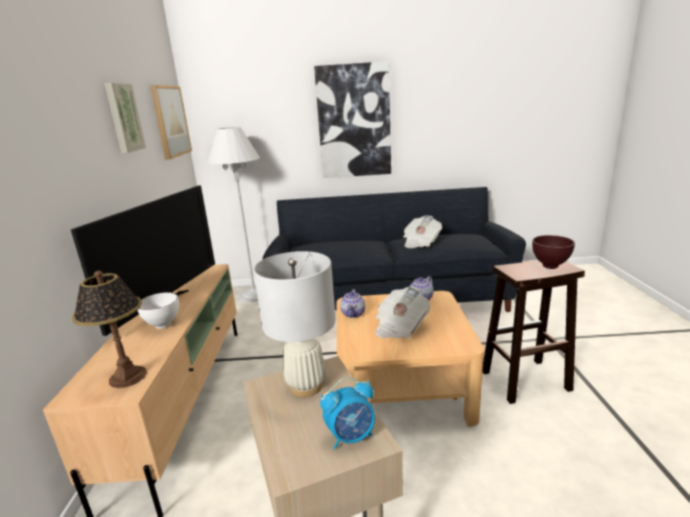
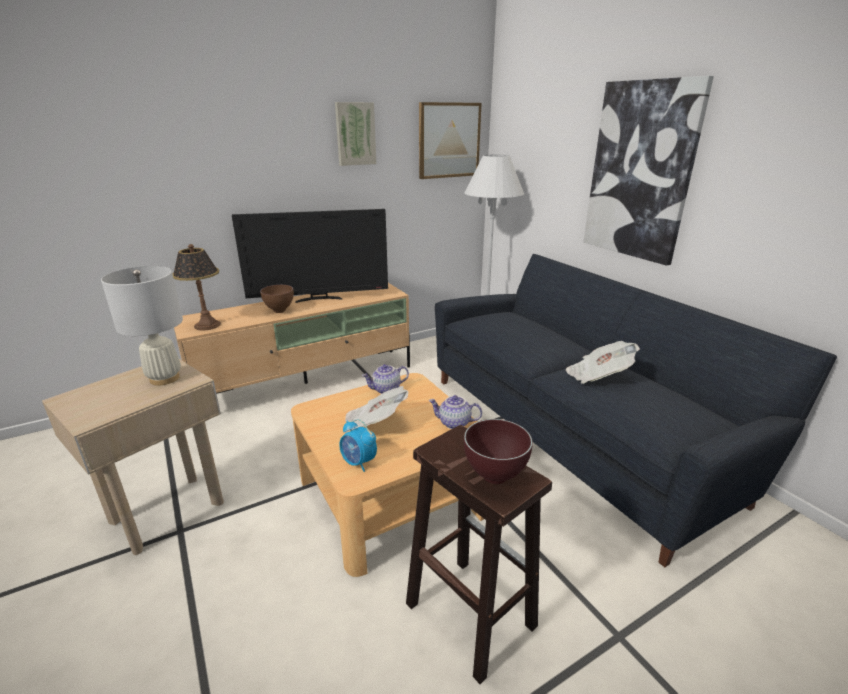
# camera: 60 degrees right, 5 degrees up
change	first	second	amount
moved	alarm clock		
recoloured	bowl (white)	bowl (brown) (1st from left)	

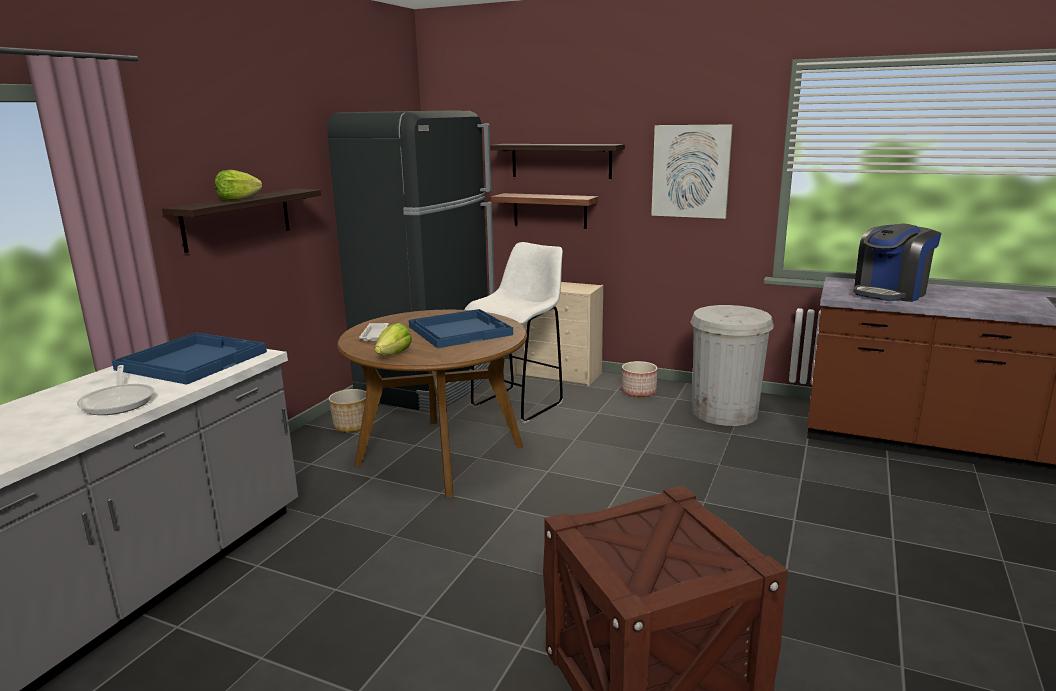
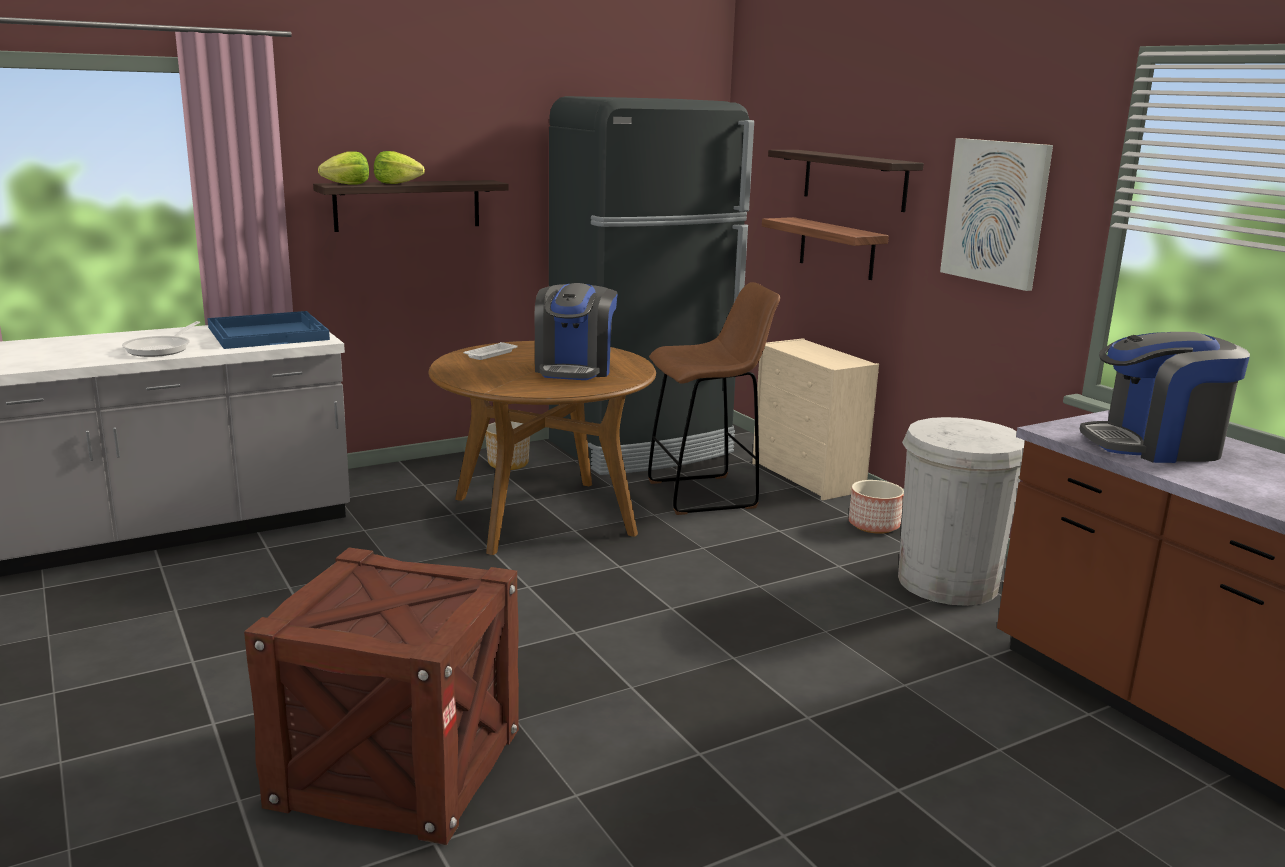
# camera: 35 degrees right, 0 degrees up
change	first	second	amount
moved	lettuce (2nd from left in the first image)	lettuce (1st from left)	
replaced	tray (blue) (2nd from left)	coffee machine (1st from left)	
recoloured	stool (white)	stool (brown)	

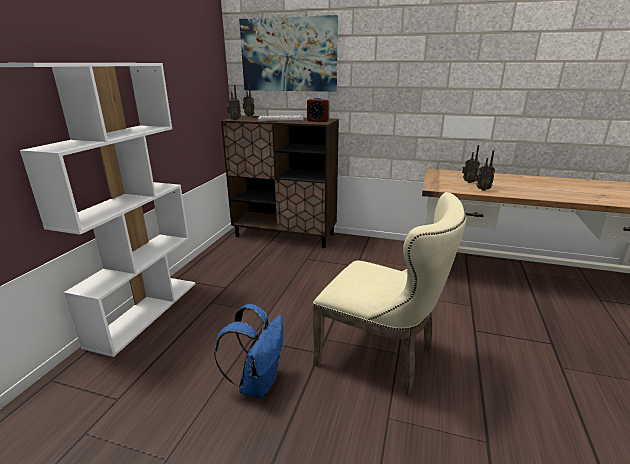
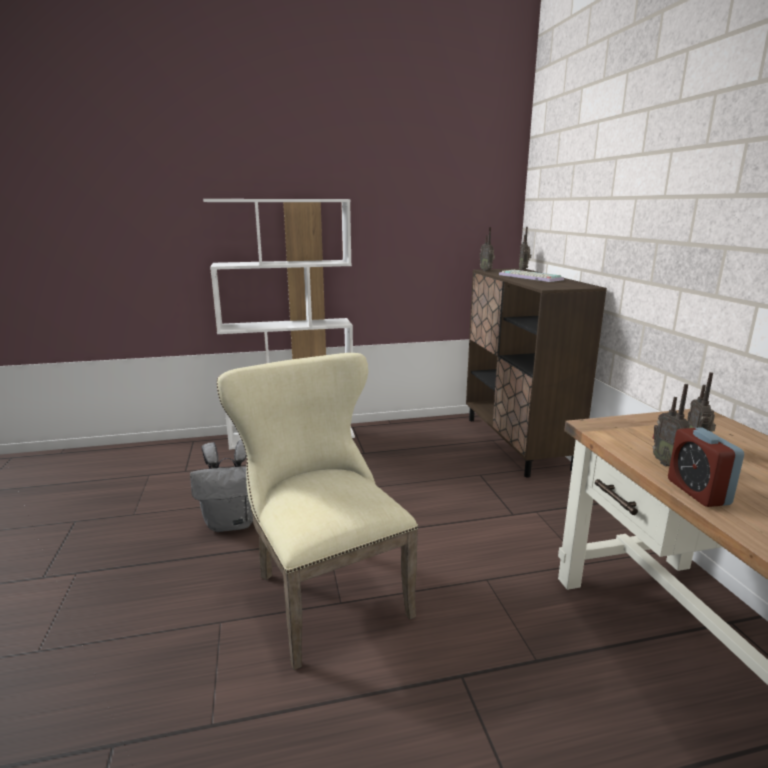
# camera: 60 degrees right, 5 degrees down
change	first	second	amount
removed	picture		
moved	alarm clock		
recoloured	backpack (blue)	backpack (grey)	
turned	chair (beige)		150 degrees clockwise

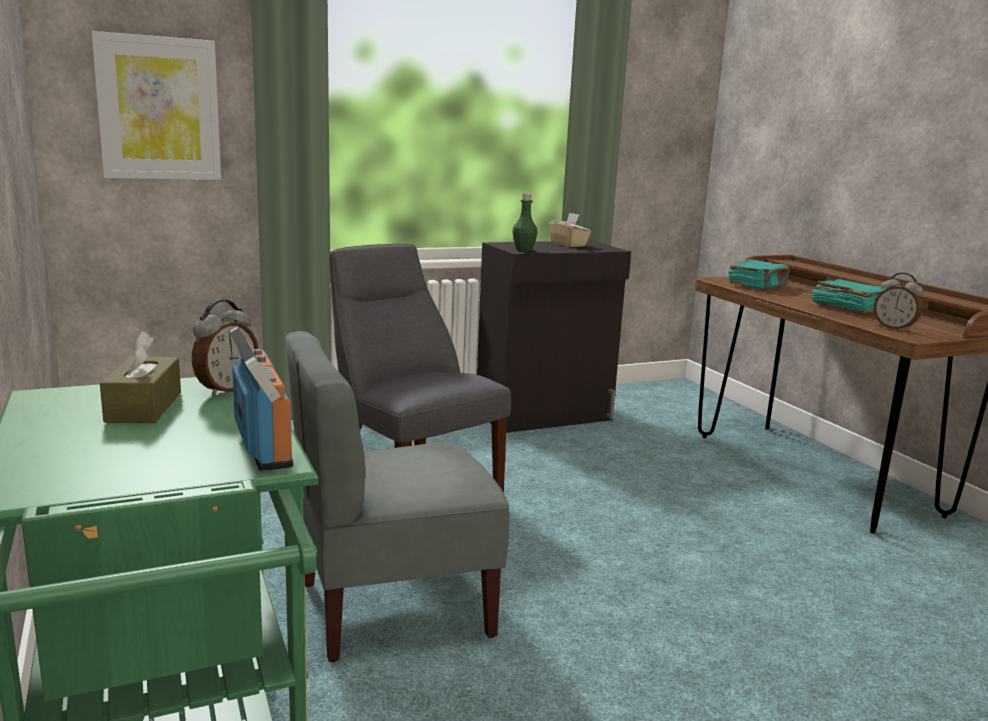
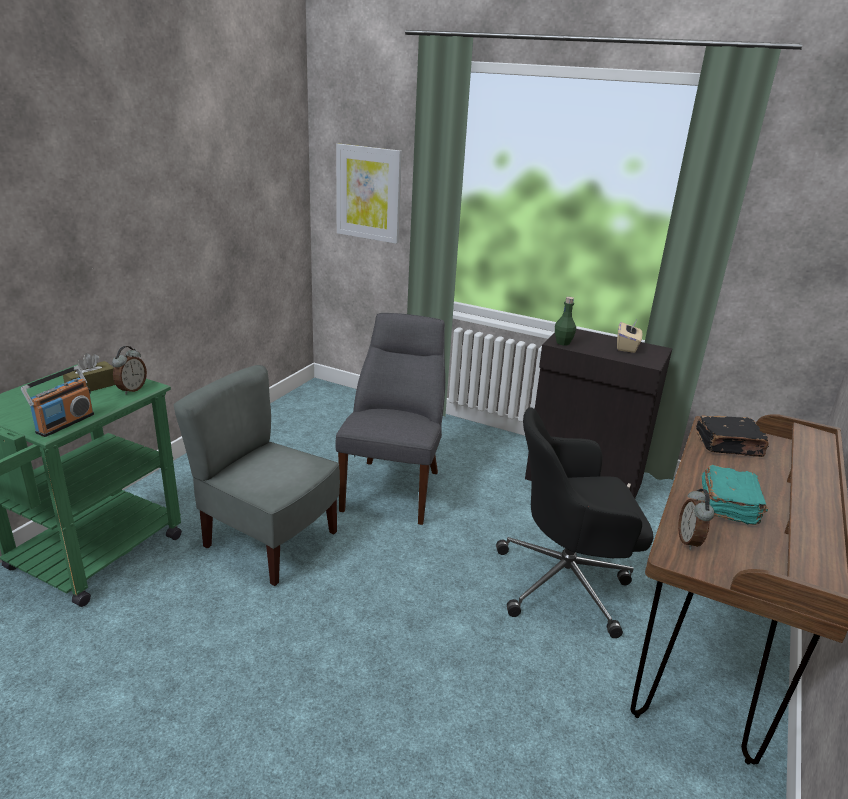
# camera: 50 degrees right, 10 degrees up
change	first	second	amount
added		office chair (black)	
recoloured	book (turquoise) (1st from left)	book (black)	
turned	alarm clock (1st from left)		60 degrees counterclockwise

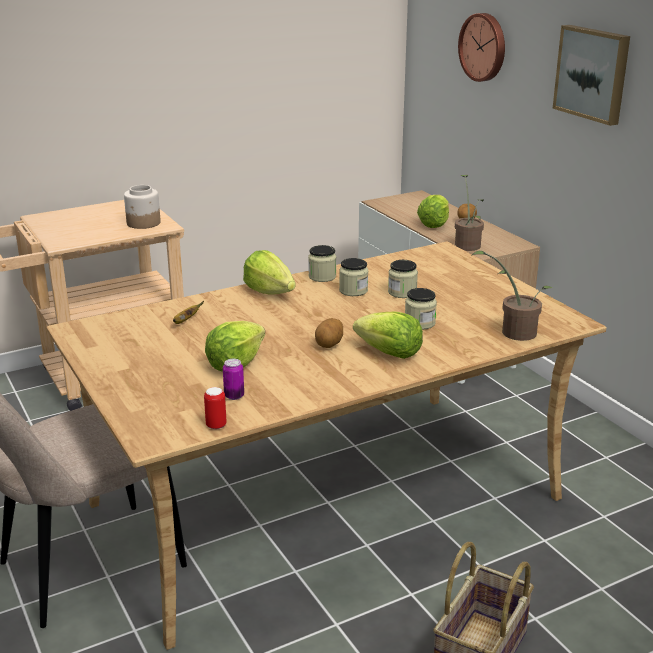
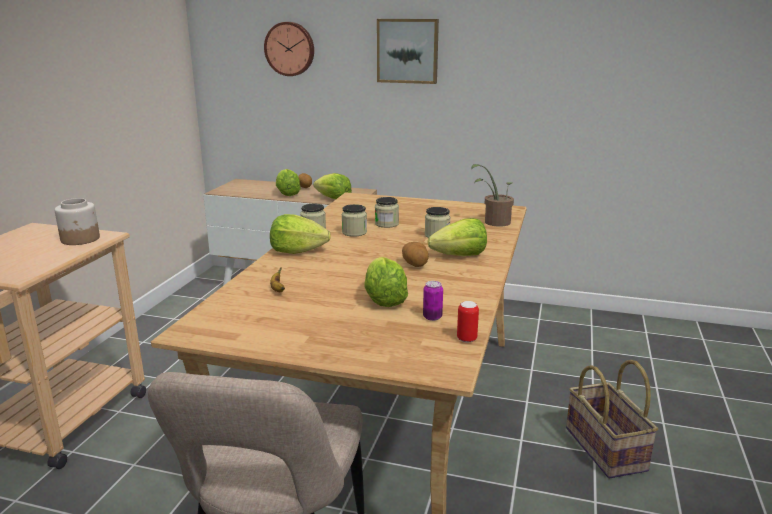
# camera: 45 degrees left, 5 degrees down
change	first	second	amount
replaced	potted plant (1st from left)	lettuce (3rd from left)	

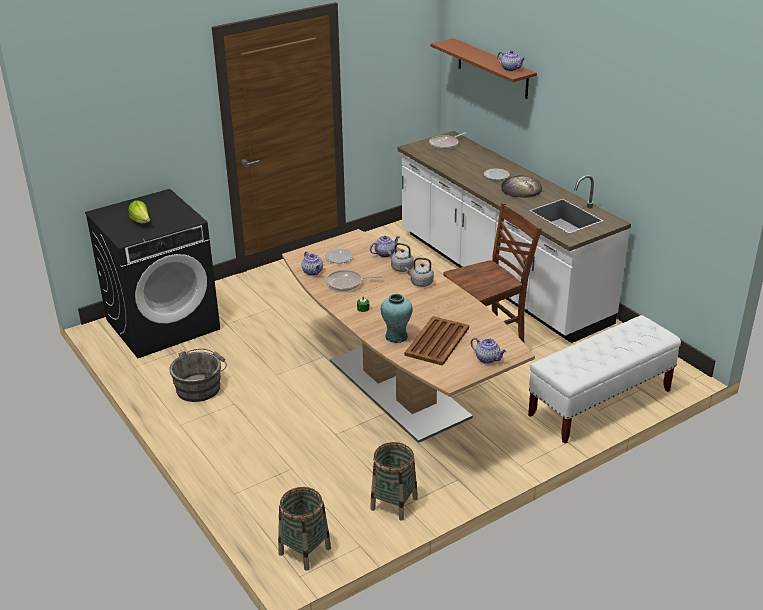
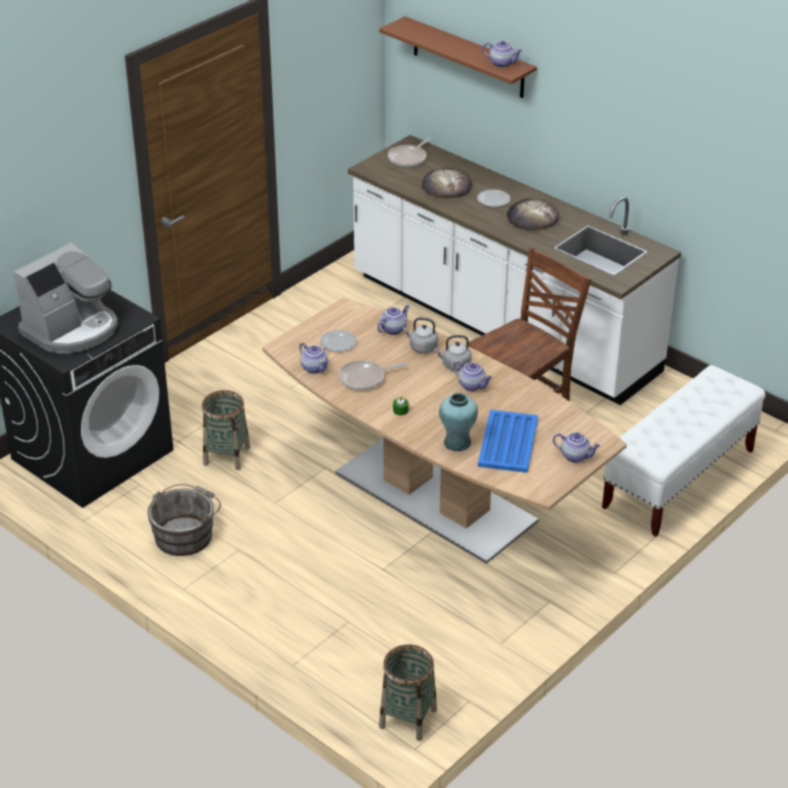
# camera: 15 degrees left, 5 degrees up
change	first	second	amount
added		bread (1st from left)	
added		teapot (3rd from left)	
moved	basket (2nd from left in the first image)	basket (1st from left)	
replaced	lettuce	coffee machine	
recoloured	tray (brown)	tray (blue)	

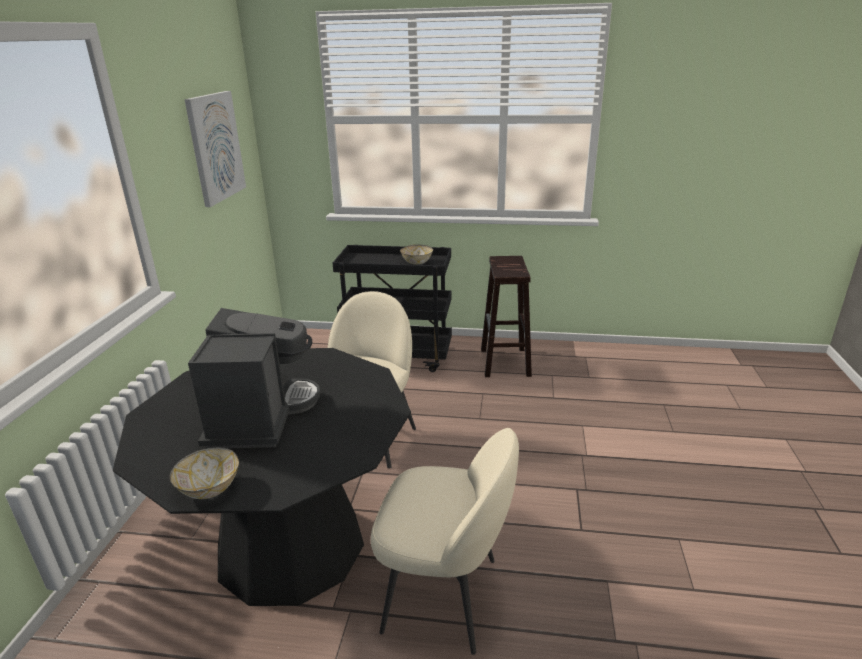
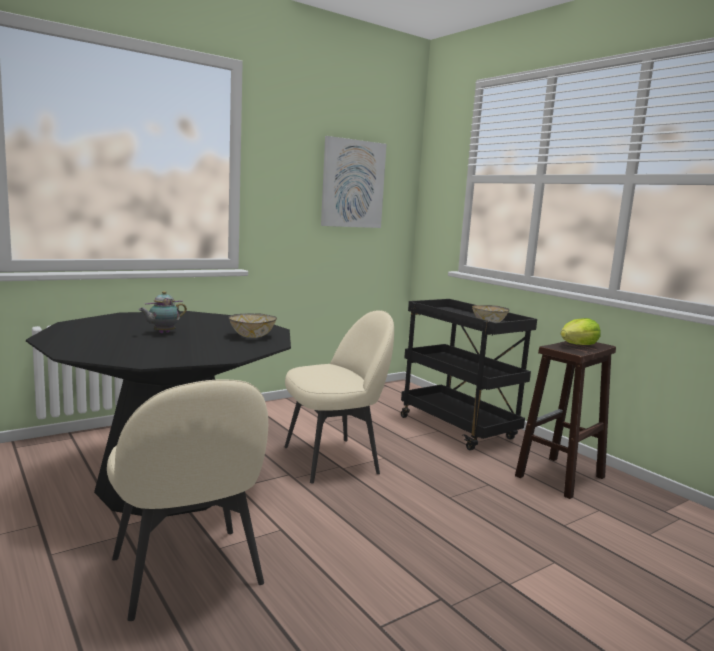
# camera: 45 degrees right, 15 degrees down
change	first	second	amount
added		lettuce	
moved	bowl (1st from left)		
replaced	coffee machine	teapot	

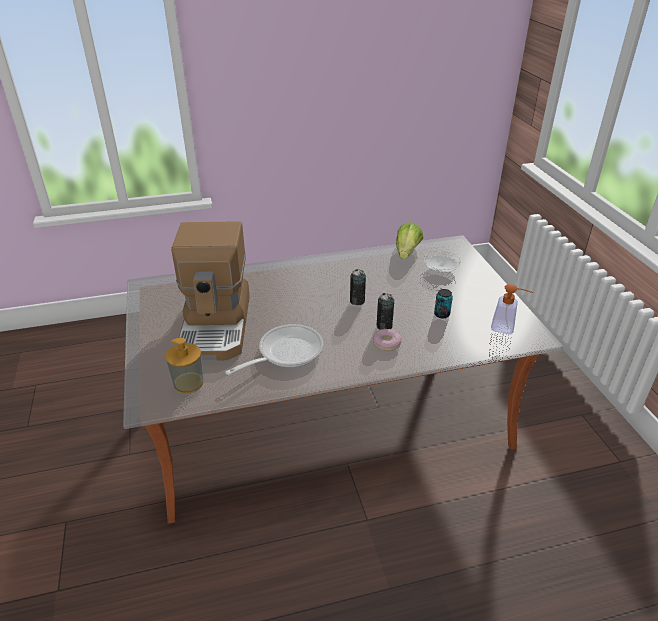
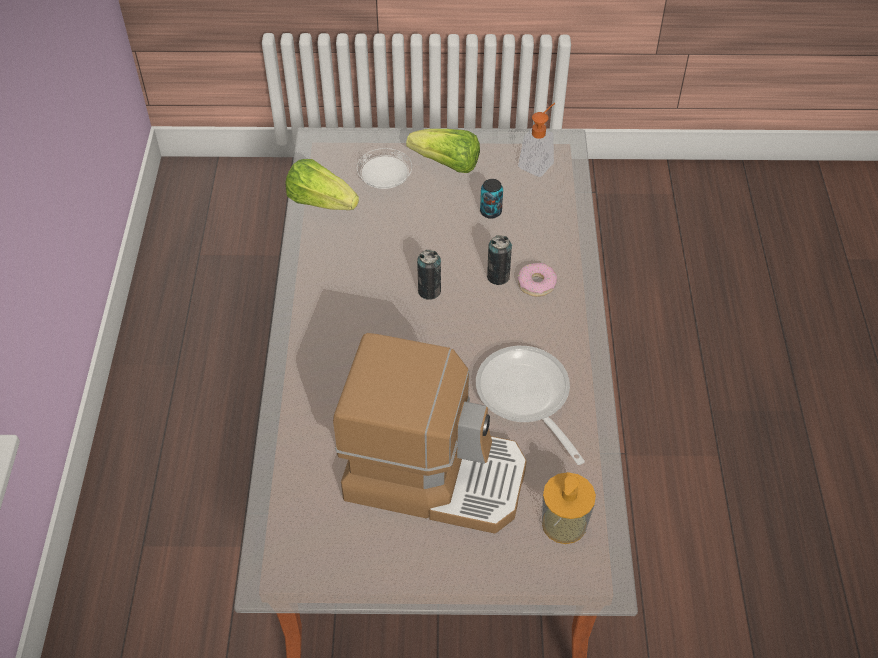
# camera: 75 degrees left, 15 degrees up
change	first	second	amount
added		lettuce (2nd from left)	

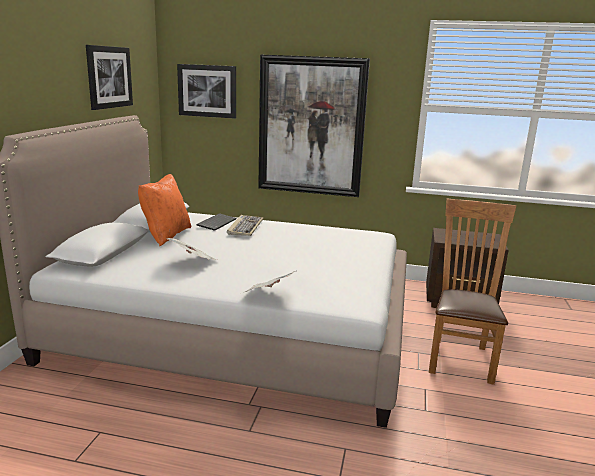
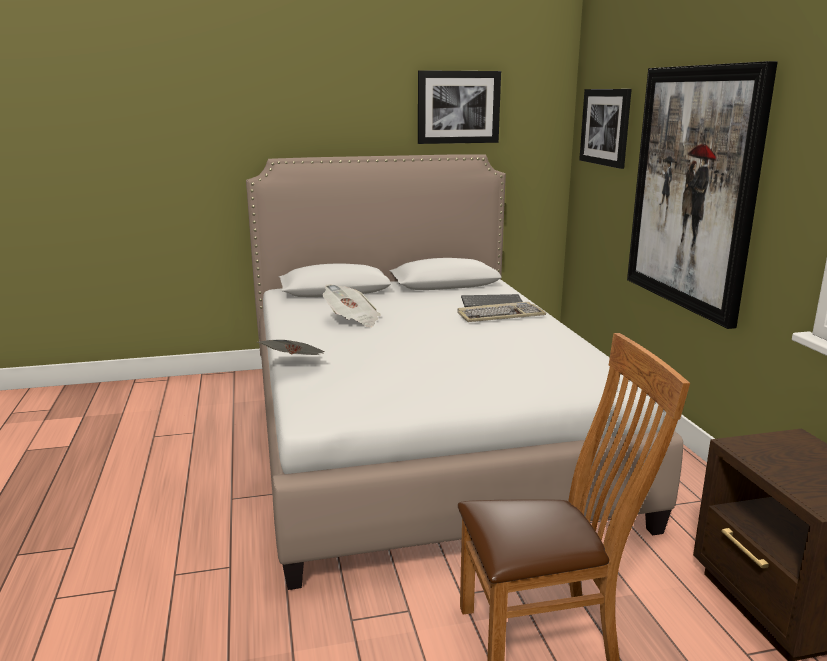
# camera: 65 degrees right, 0 degrees up
change	first	second	amount
removed	pillow (orange)		

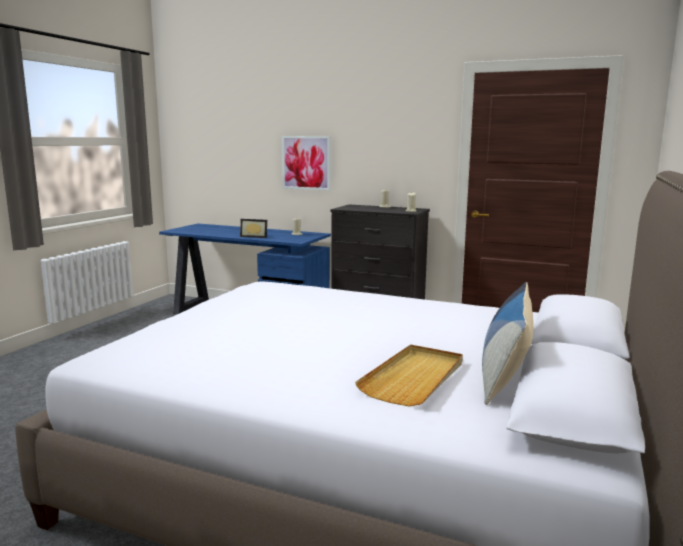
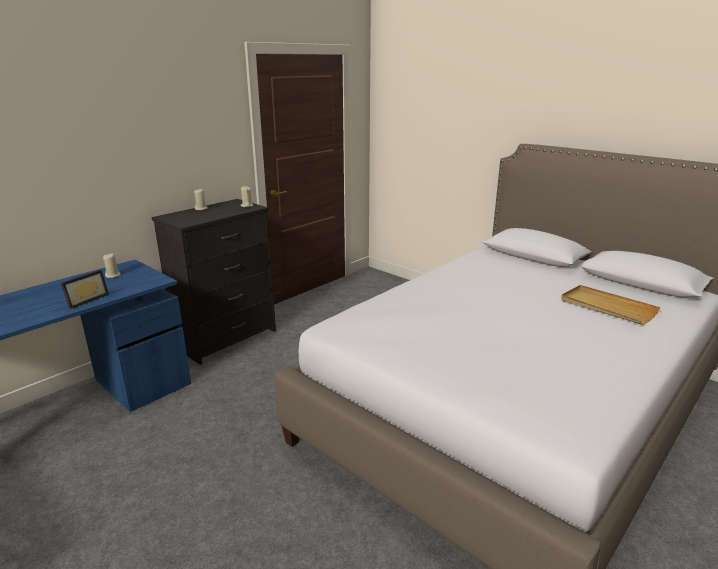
# camera: 70 degrees left, 10 degrees up
change	first	second	amount
removed	picture		
removed	pillow		

